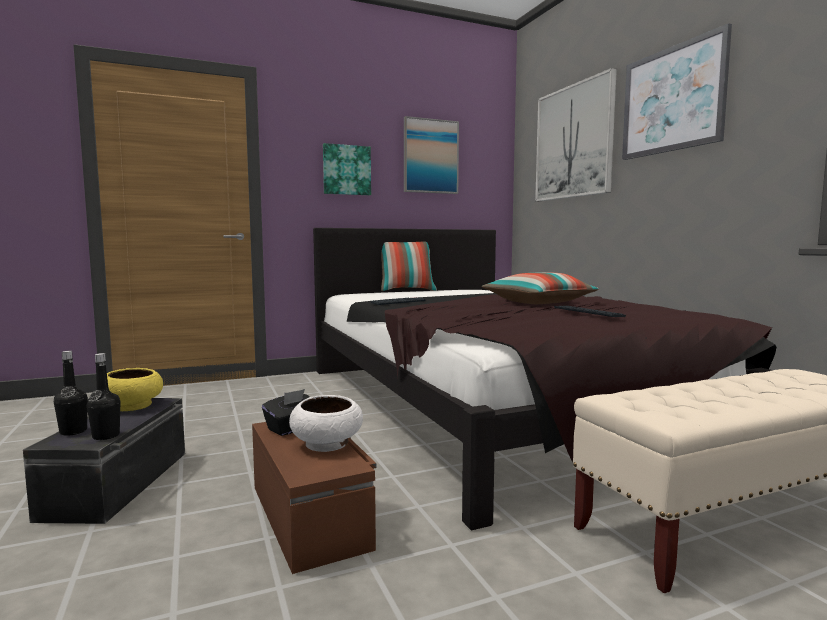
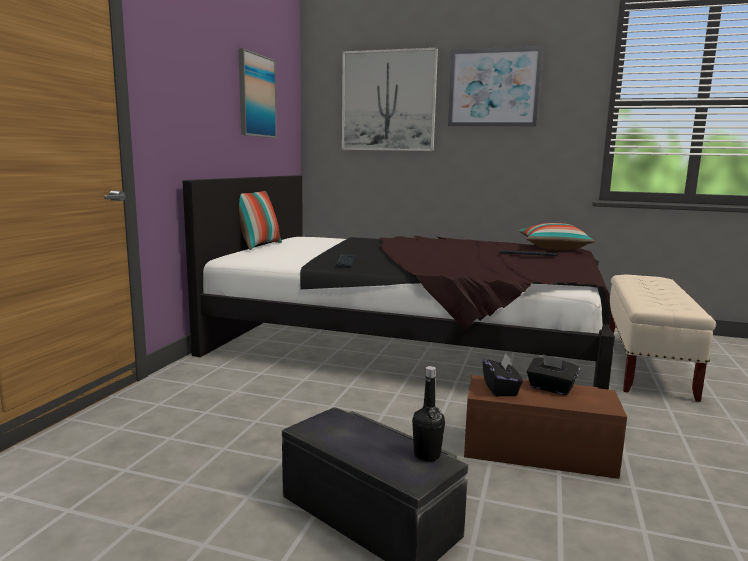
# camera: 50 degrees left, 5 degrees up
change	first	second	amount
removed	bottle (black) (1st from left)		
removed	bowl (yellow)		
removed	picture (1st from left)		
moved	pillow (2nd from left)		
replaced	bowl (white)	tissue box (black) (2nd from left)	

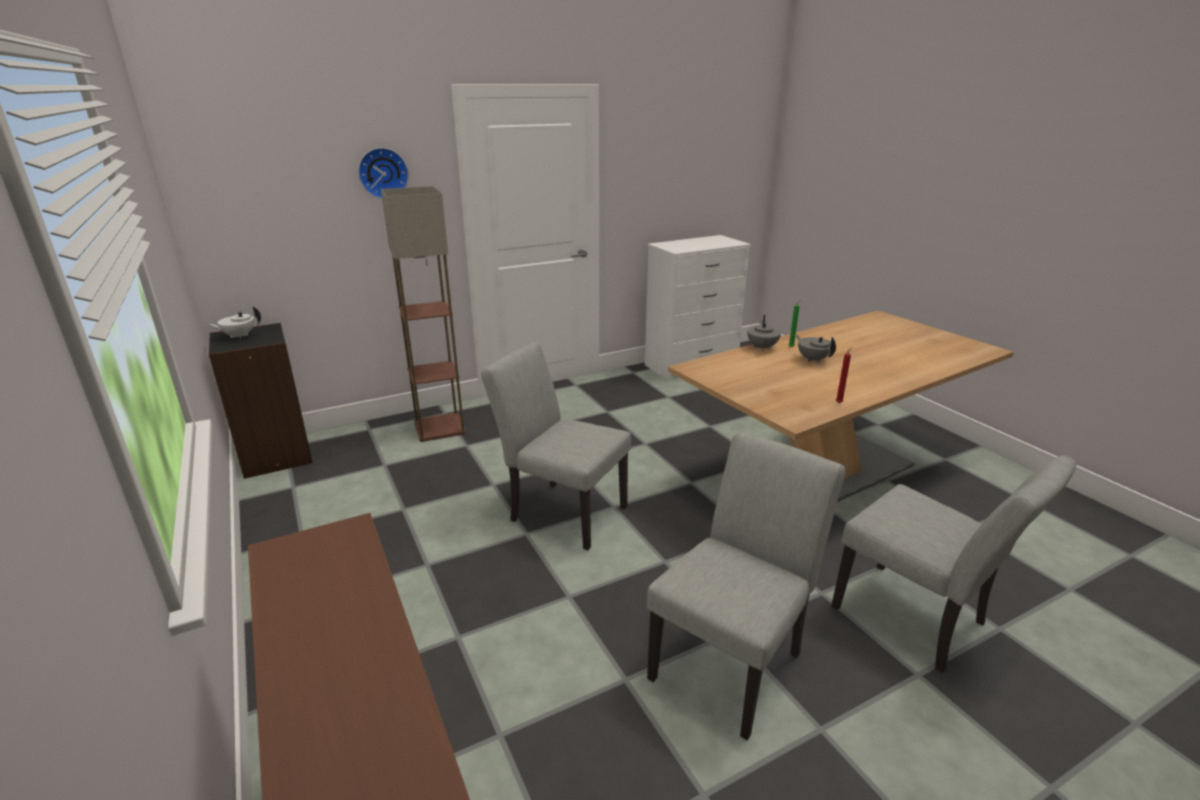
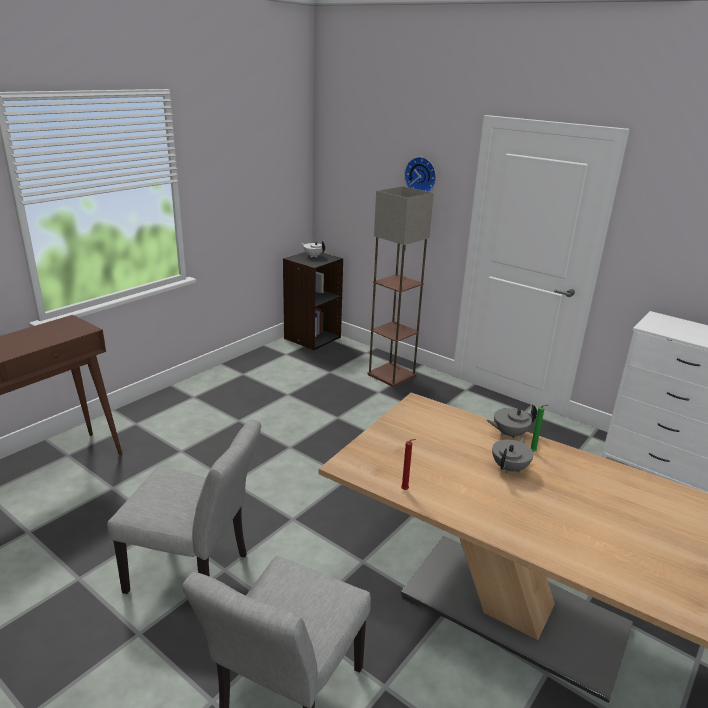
# camera: 65 degrees right, 0 degrees up
change	first	second	amount
removed	chair (grey) (1st from left)		

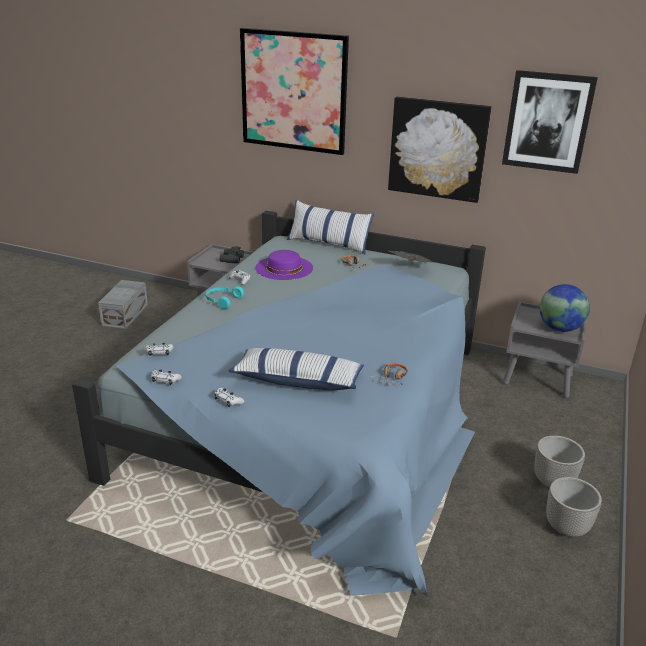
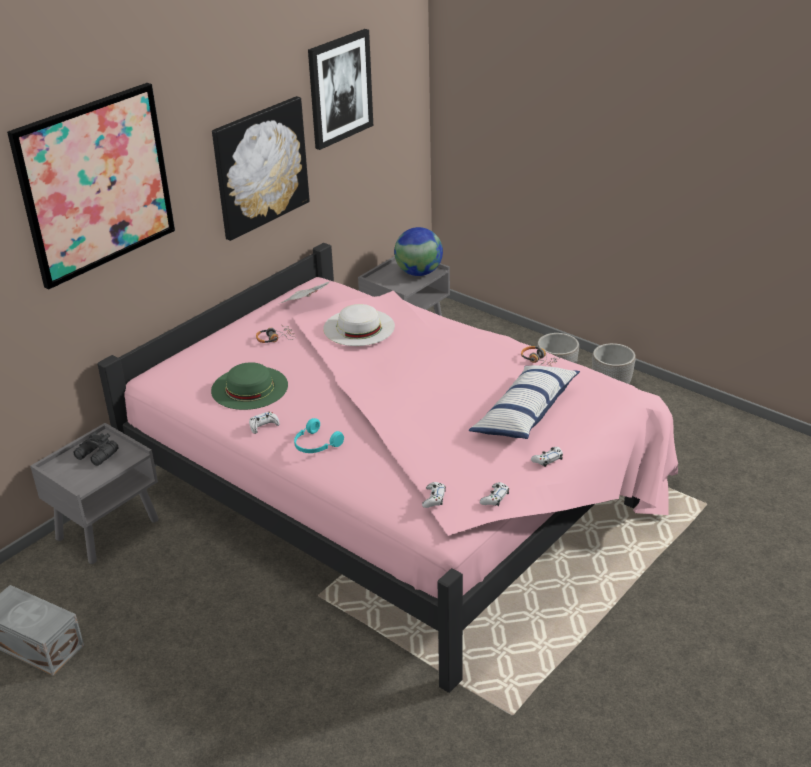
# camera: 70 degrees left, 5 degrees up
change	first	second	amount
removed	pillow (2nd from left)		
added		hat (white)	
recoloured	bed (blue)	bed (pink)	
recoloured	hat (purple)	hat (green)	

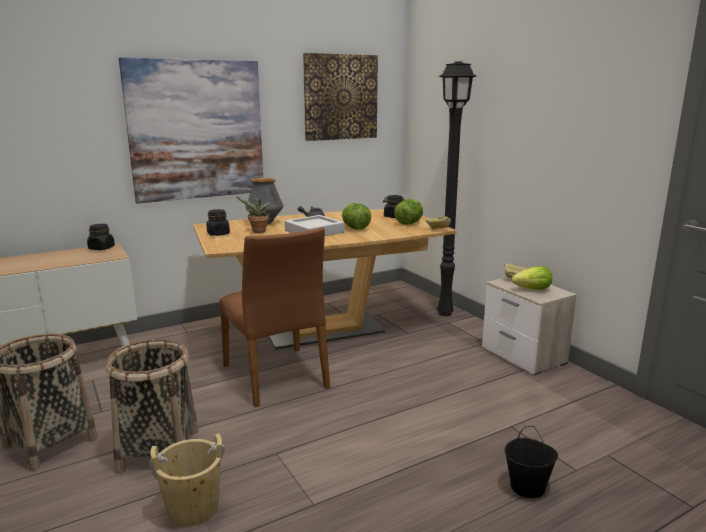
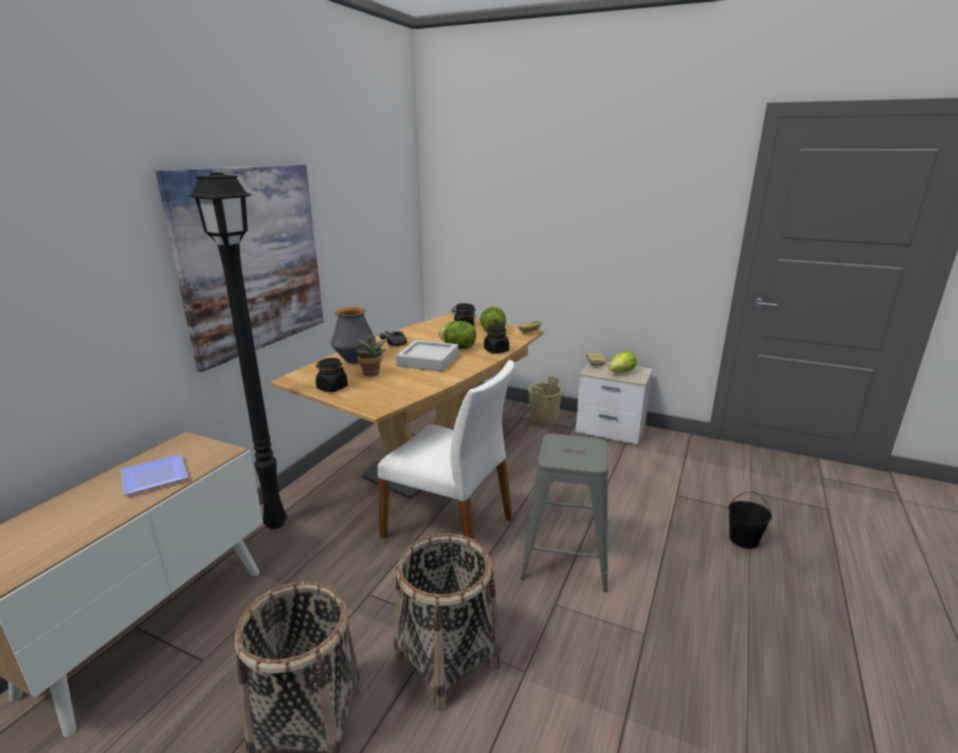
# camera: 35 degrees left, 5 degrees up
change	first	second	amount
removed	picture (2nd from left)		
added		plate	
added		stool (grey)	
moved	jar (black) (1st from left in the first image)	jar (black) (3rd from left)	
moved	bucket (beige)		
moved	floor lamp (black)		
recoloured	chair (brown)	chair (white)	

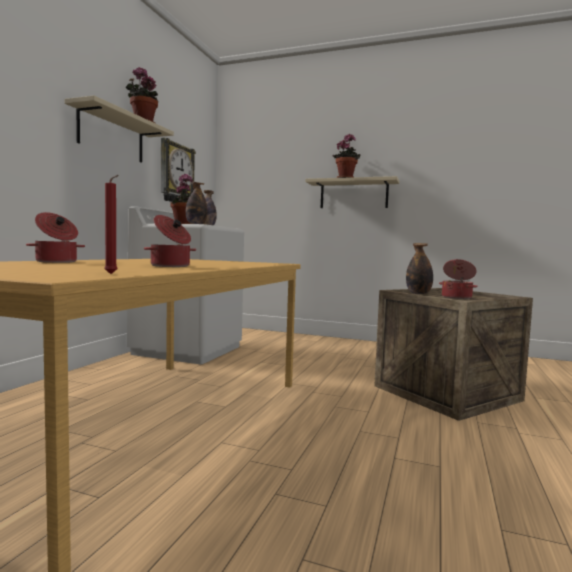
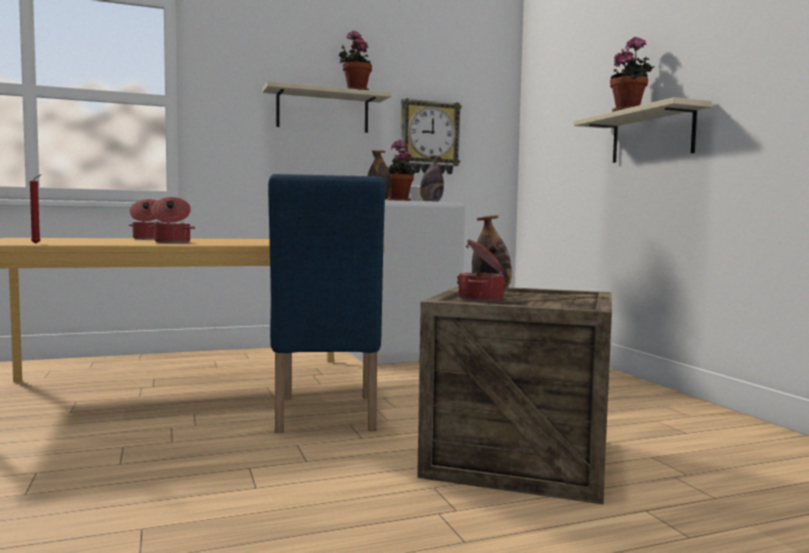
# camera: 50 degrees right, 0 degrees up
change	first	second	amount
added		chair (blue)	

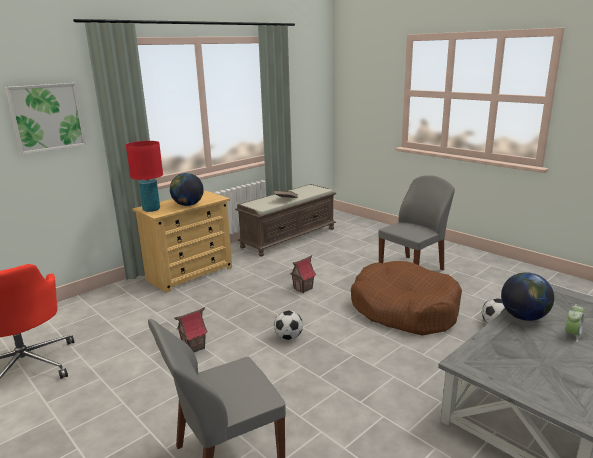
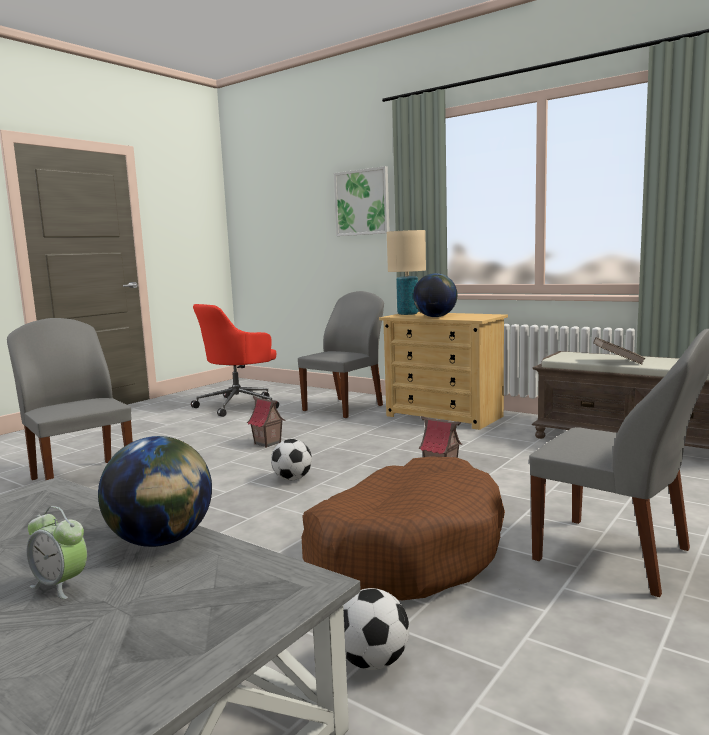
# camera: 80 degrees right, 10 degrees down
change	first	second	amount
added		chair (grey) (2nd from left)	
recoloured	table lamp (red)	table lamp (beige)	

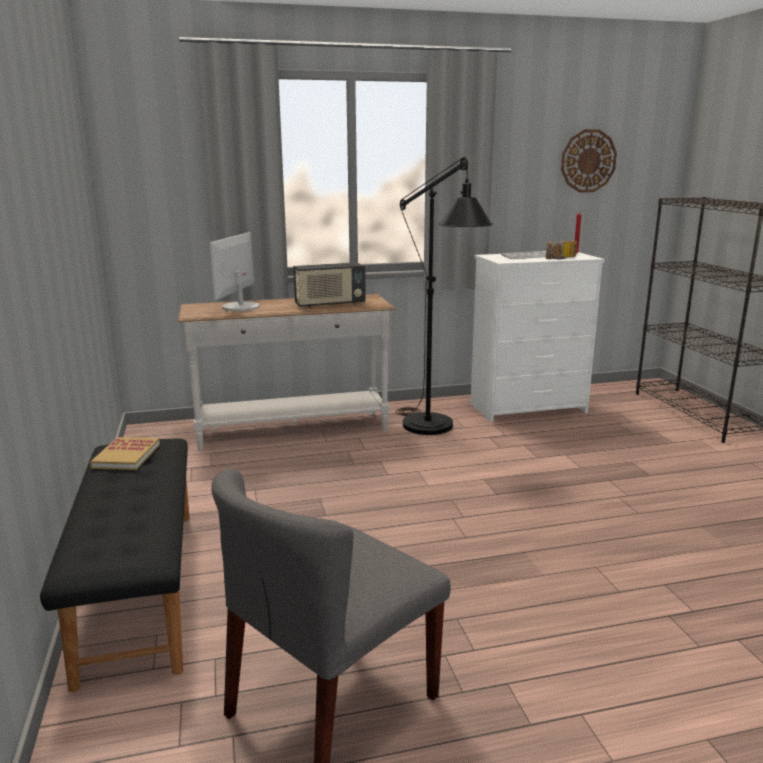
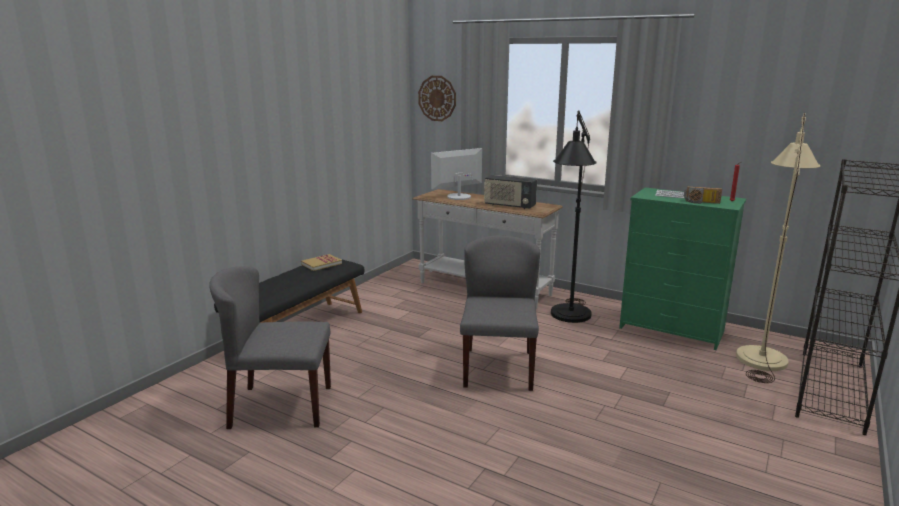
# camera: 45 degrees right, 0 degrees up
change	first	second	amount
added		chair (grey) (2nd from left)	
added		floor lamp (beige)	
moved	wall clock		
recoloured	dresser (white)	dresser (green)	

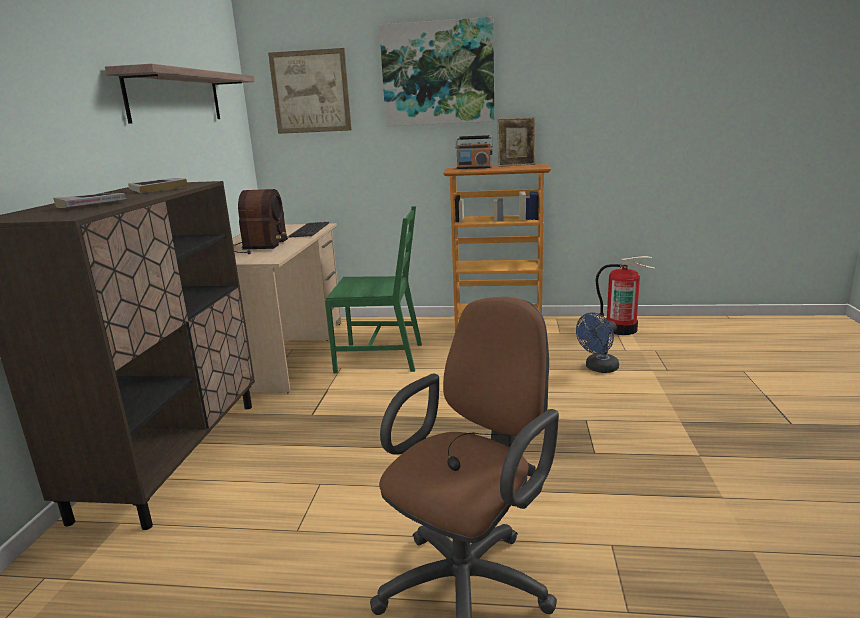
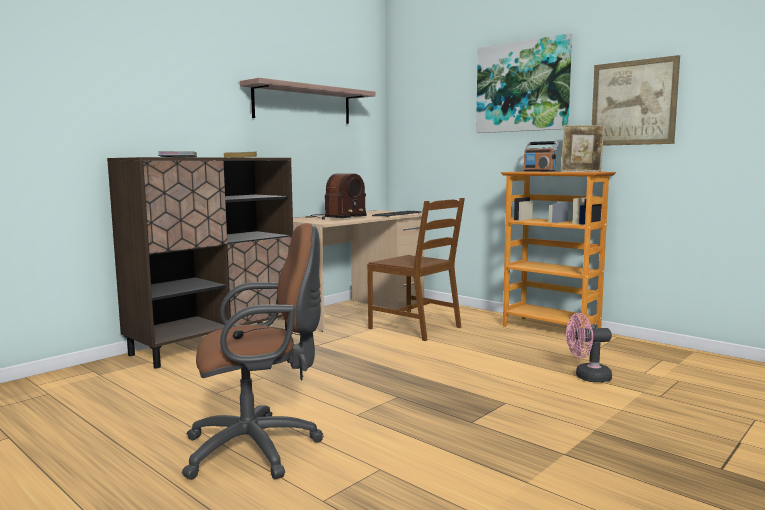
# camera: 35 degrees right, 10 degrees down
change	first	second	amount
removed	fire extinguisher		
moved	picture (1st from left in the first image)	picture (2nd from left)	
recoloured	chair (green)	chair (brown)	
recoloured	fan (blue)	fan (pink)	

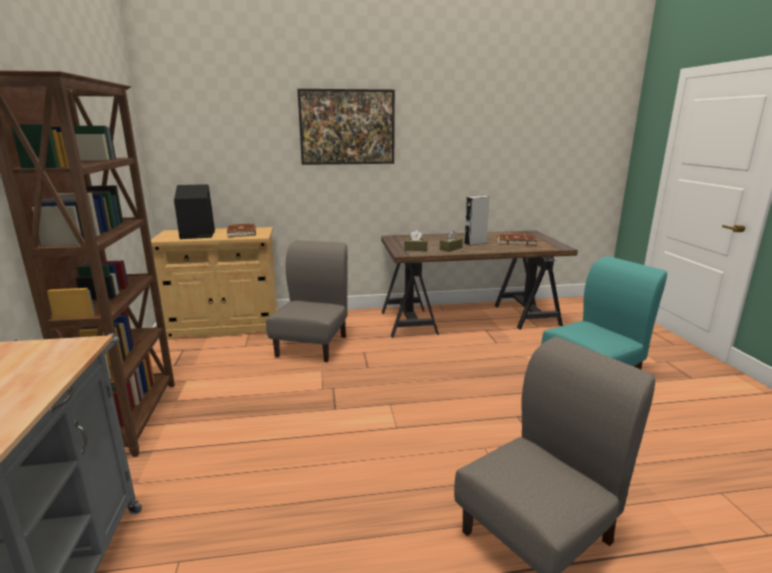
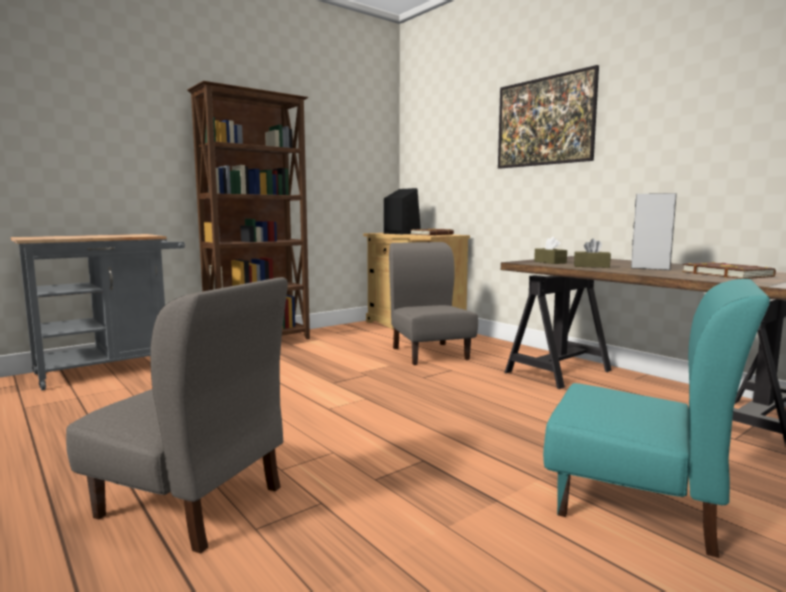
# camera: 60 degrees right, 10 degrees down
change	first	second	amount
turned	chair (grey) (1st from left in the first image)	chair (grey) (2nd from left)	90 degrees counterclockwise

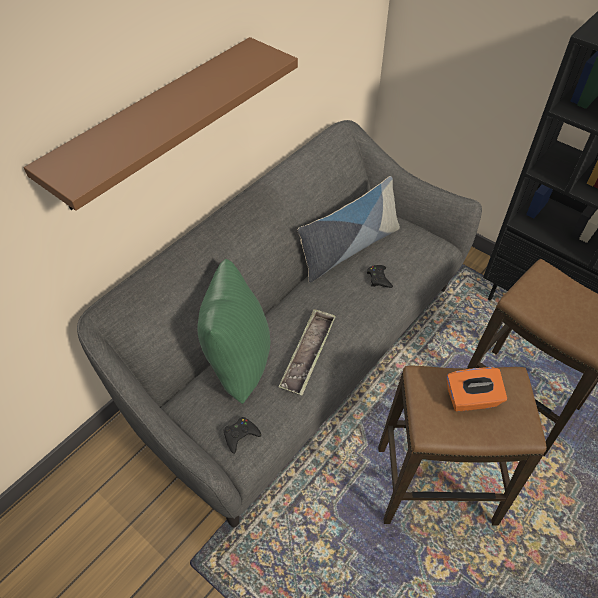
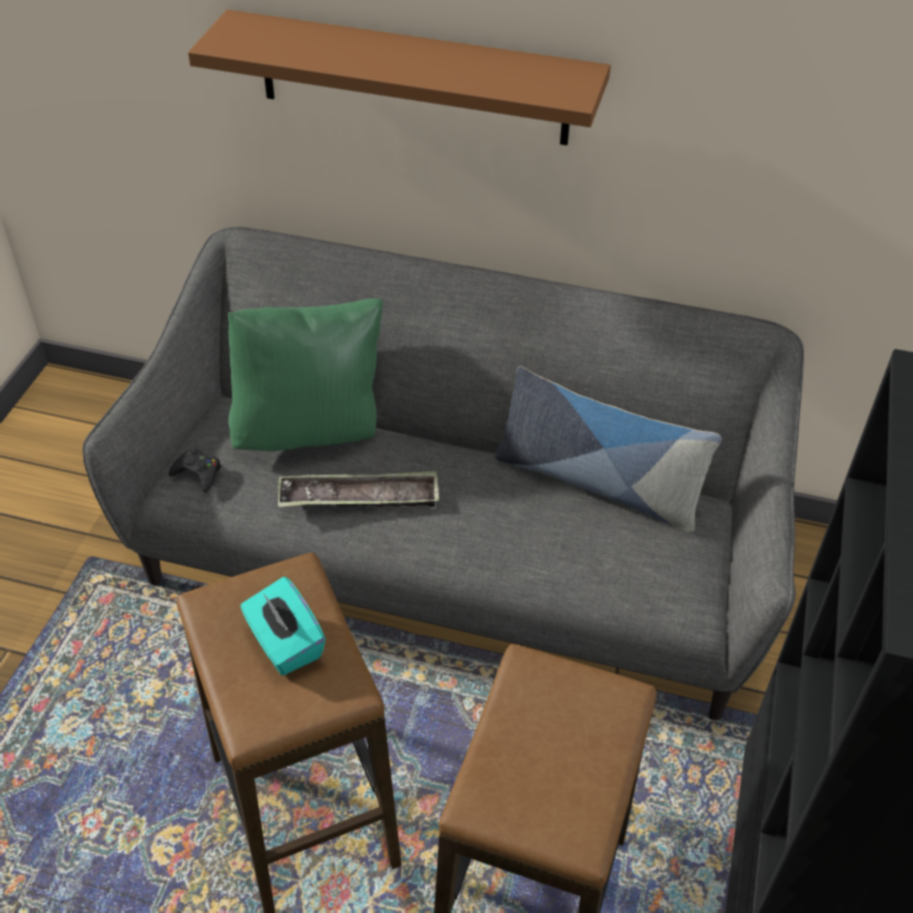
# camera: 65 degrees right, 5 degrees down
change	first	second	amount
removed	game controller (black) (2nd from left)		
recoloured	tissue box (orange)	tissue box (turquoise)	

